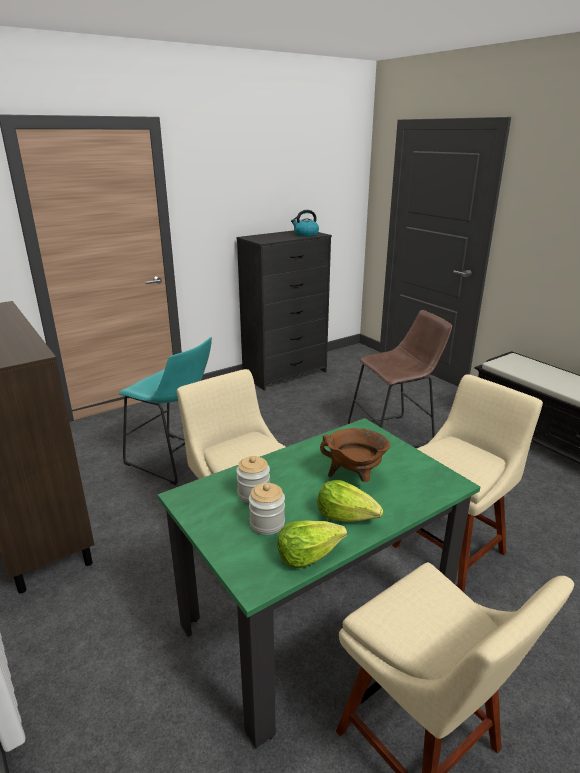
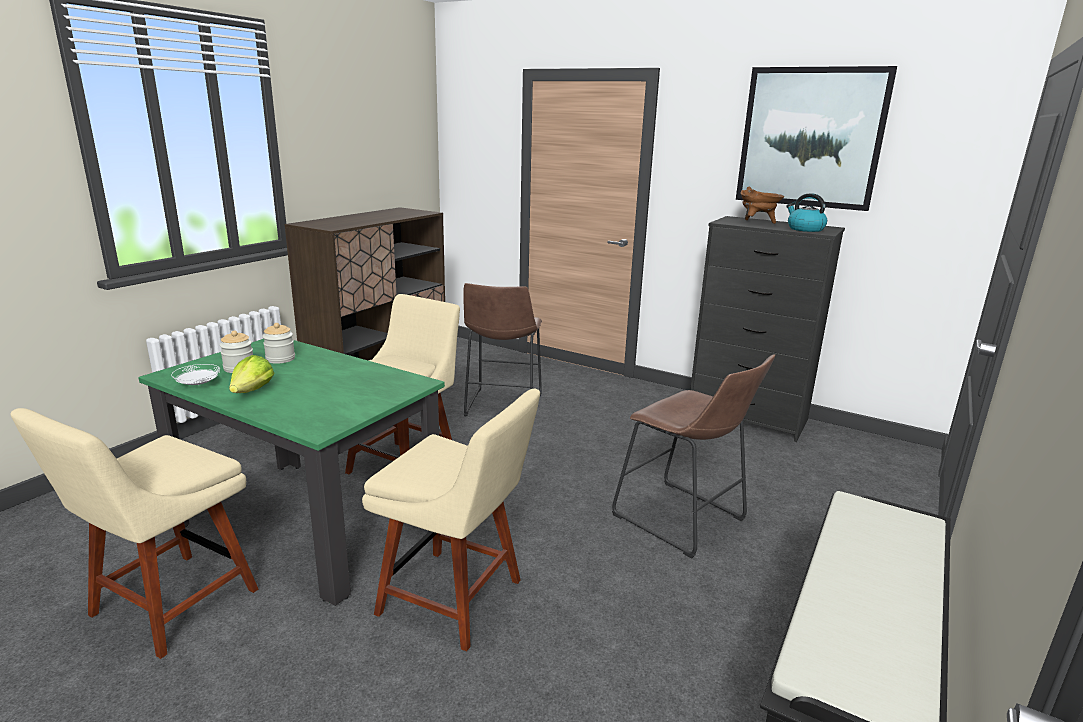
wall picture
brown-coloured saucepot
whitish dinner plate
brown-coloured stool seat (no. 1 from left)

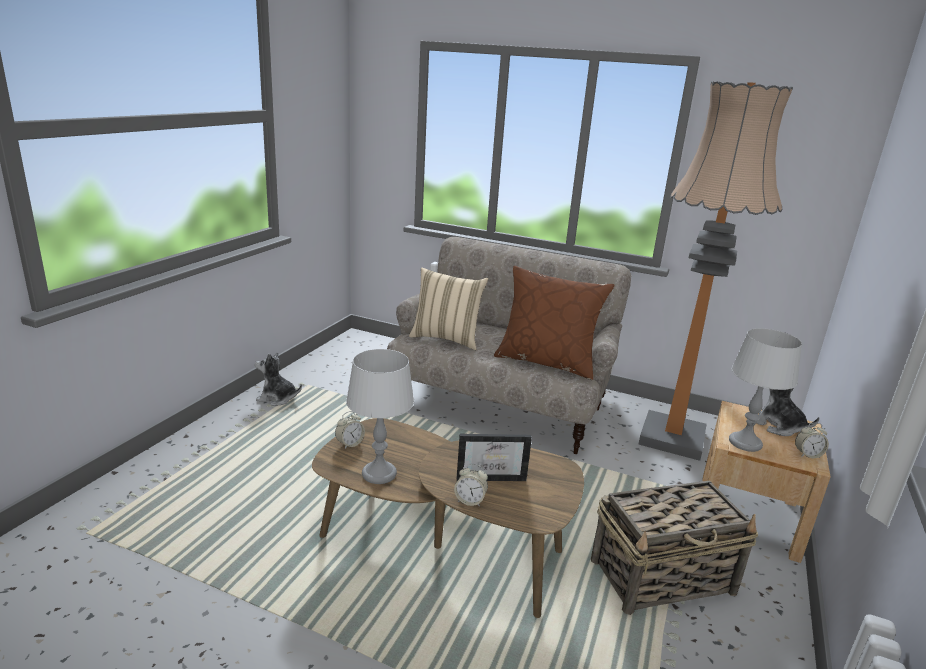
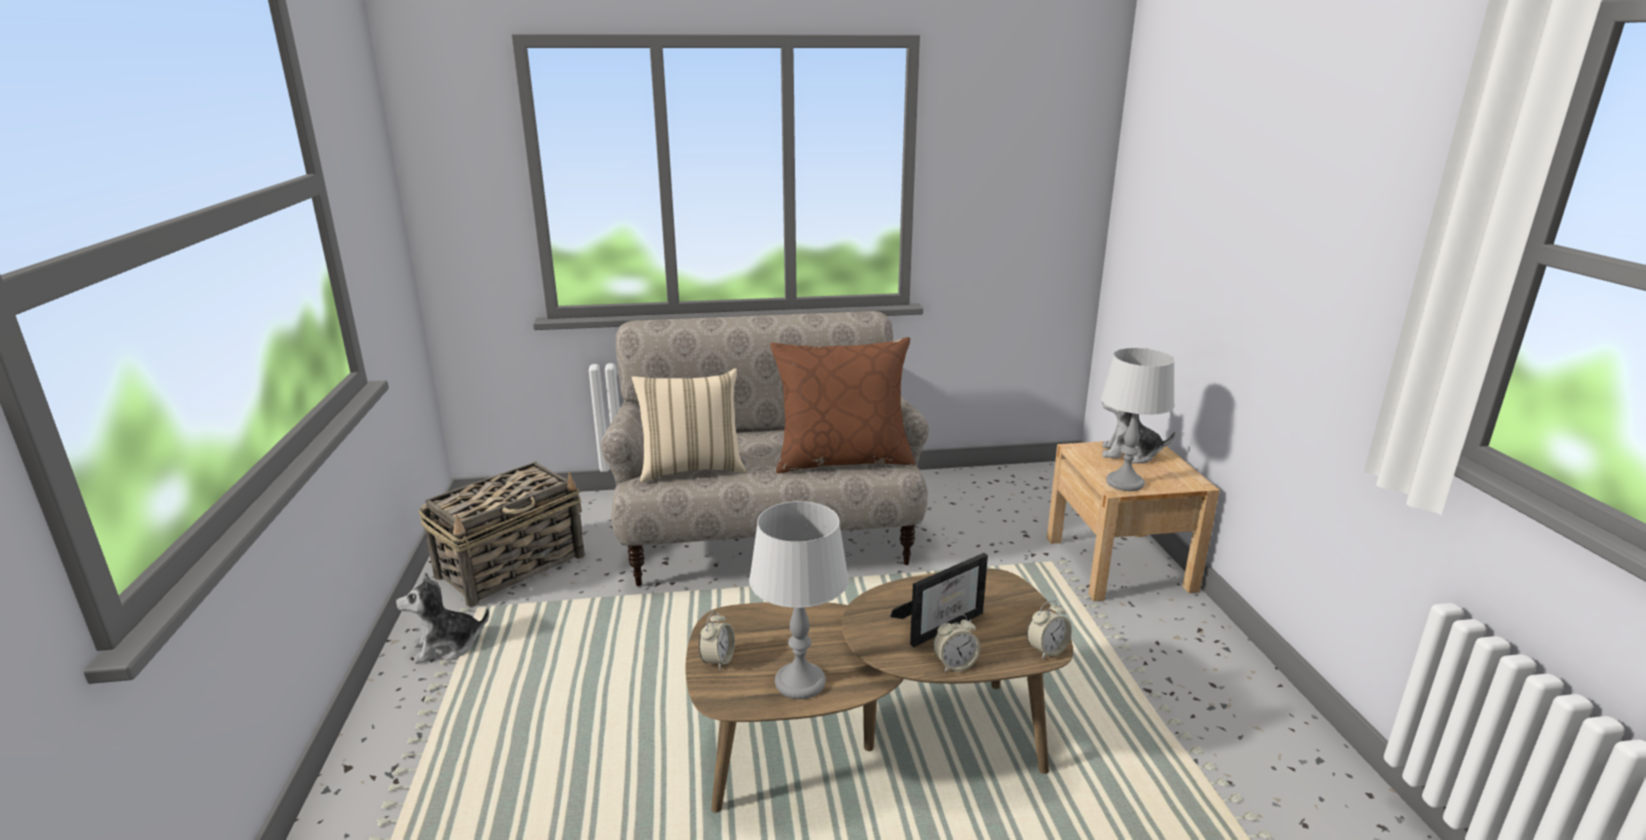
standing lamp
storage basket
bedside clock (no. 3 from left)

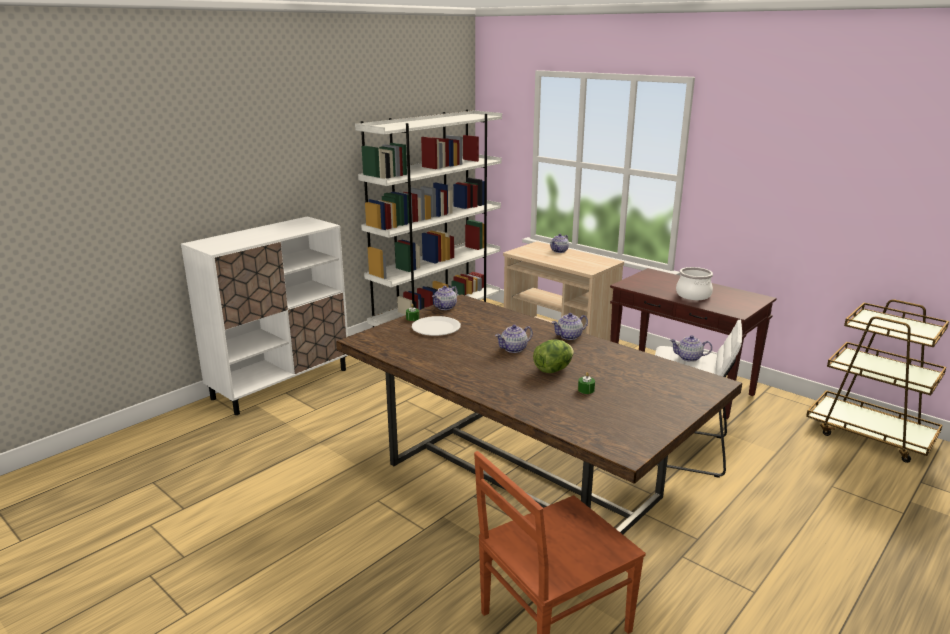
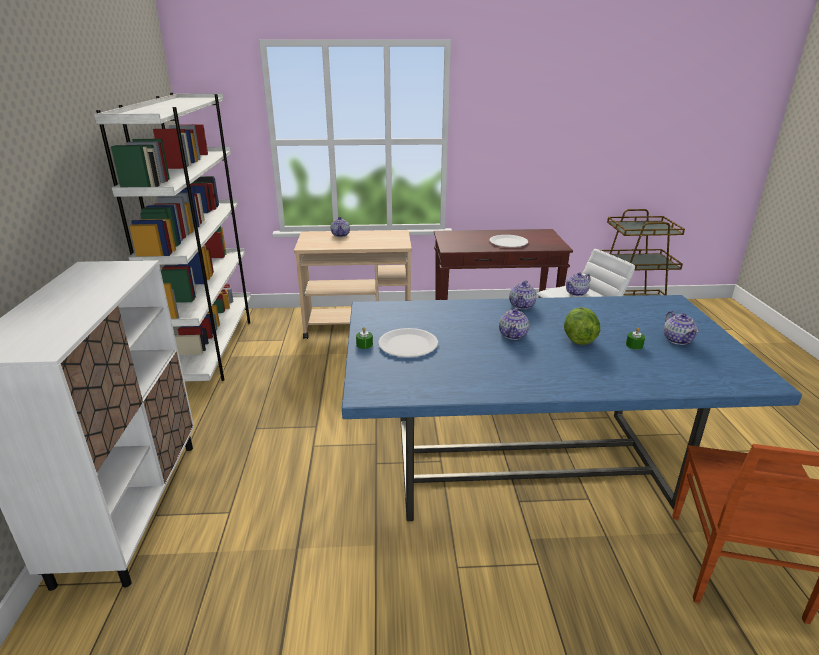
teapot (no. 5 from left)
whitish dinner plate (no. 2 from left)
blue-coloured dinner table

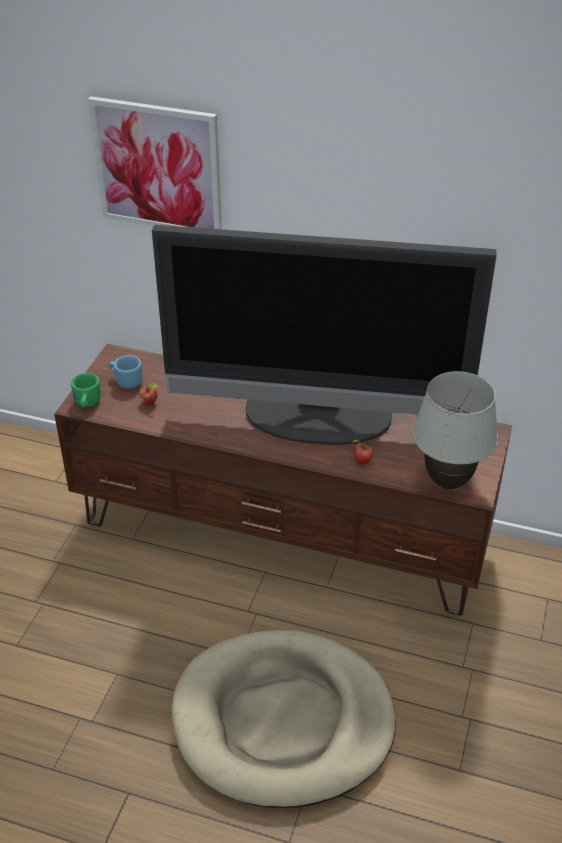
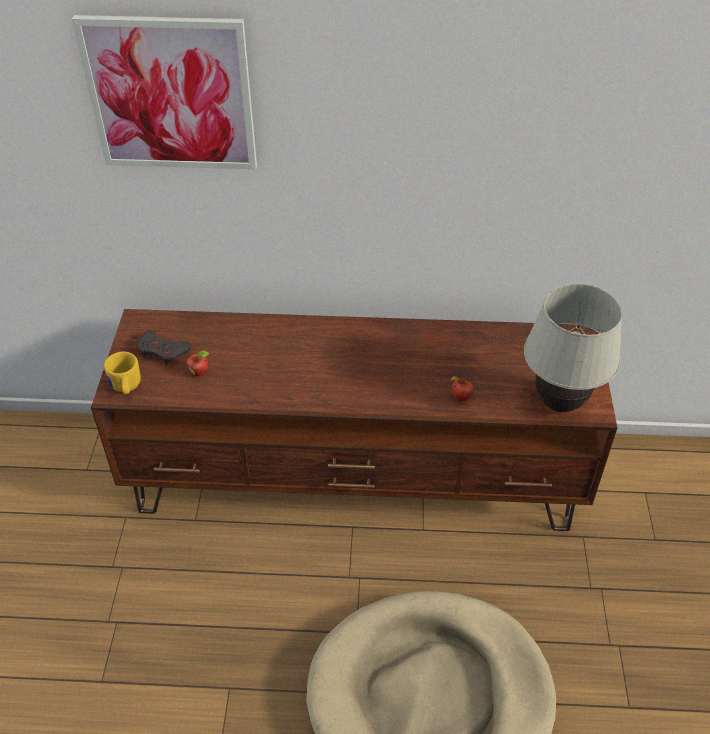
TV set
grey joypad
yellow mug

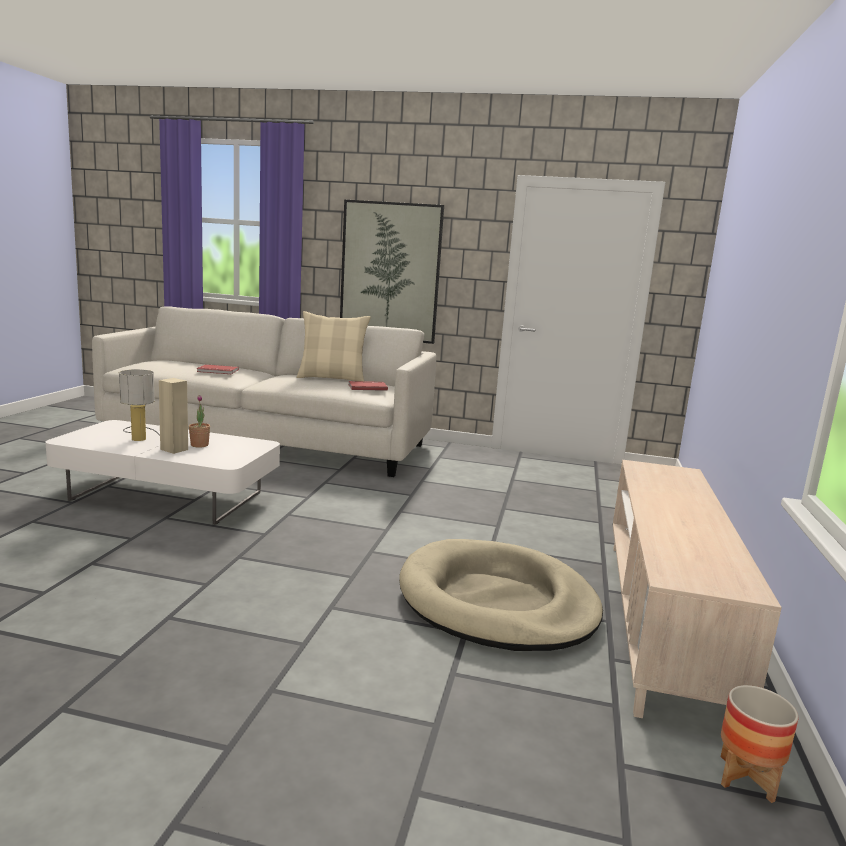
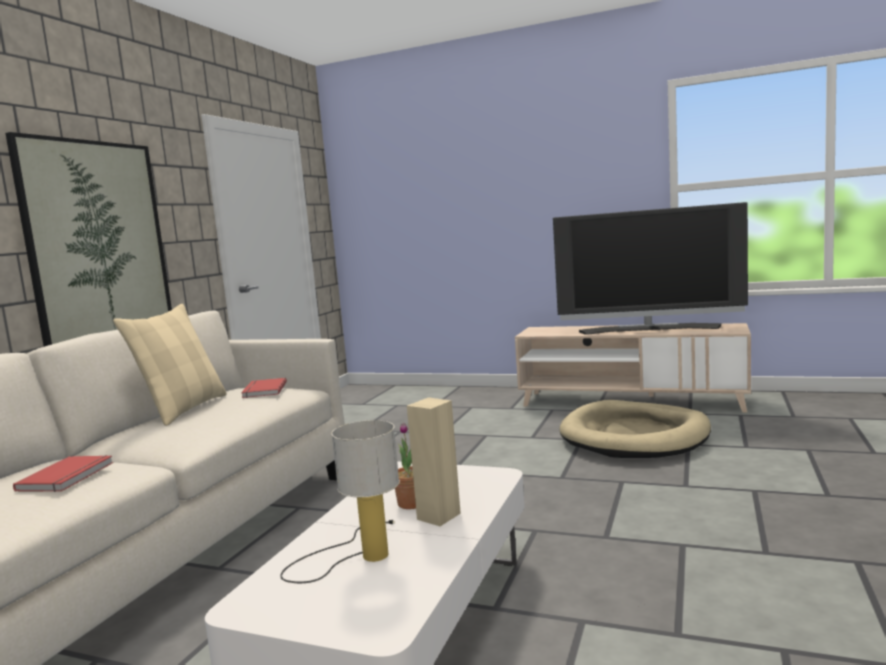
planter
TV set

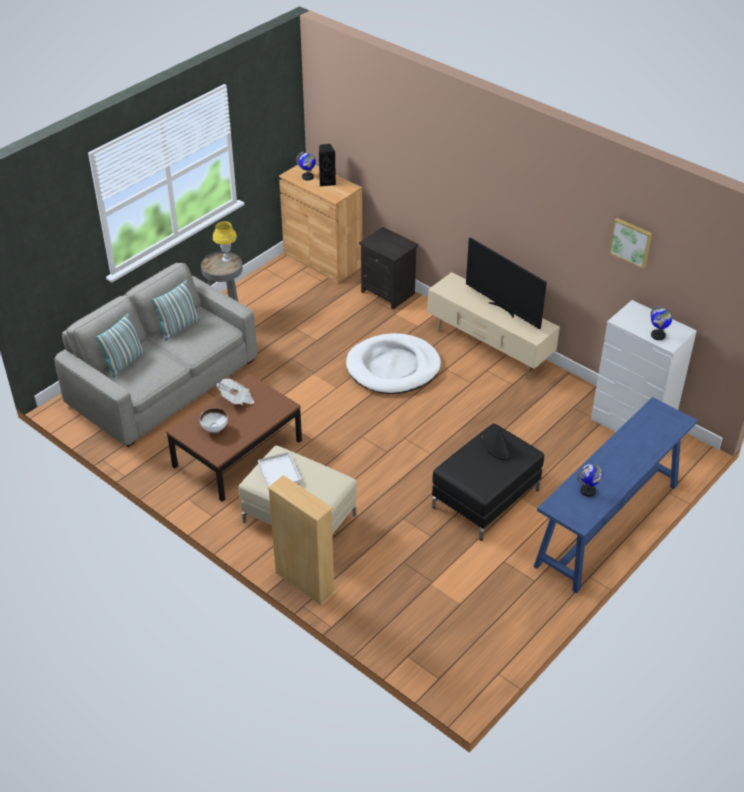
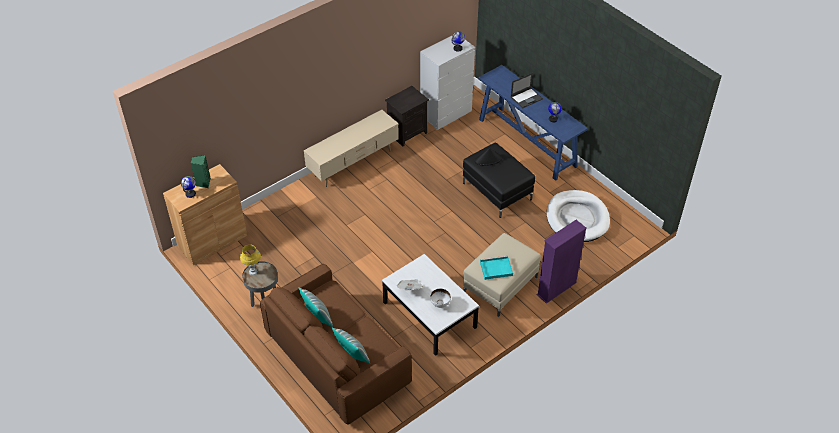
TV set
wall picture
notebook computer
whitish dog cushion
black night table
brown-coloured sofa
whitish lounge table
turquoise carrying tray
purplish bookcase
green speaker

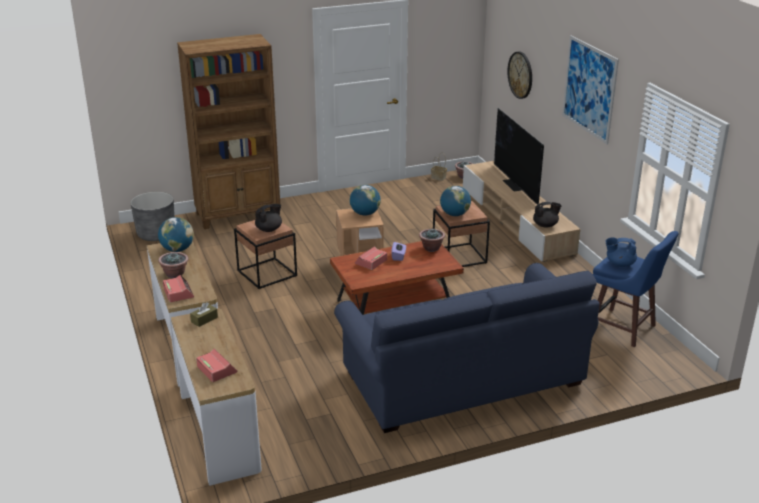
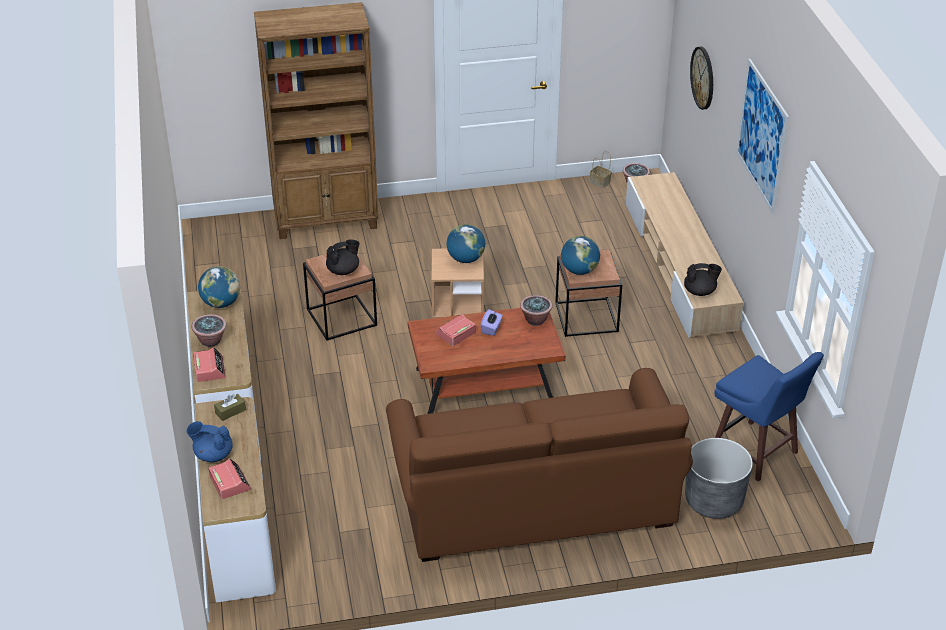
TV set
grey planter
blue-coloured teapot
brown-coloured sofa

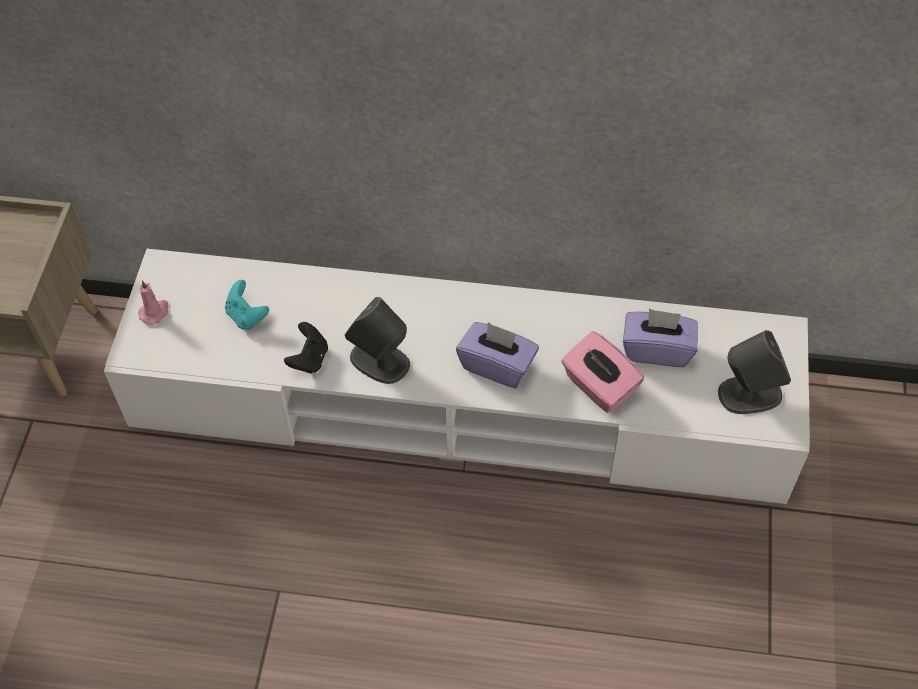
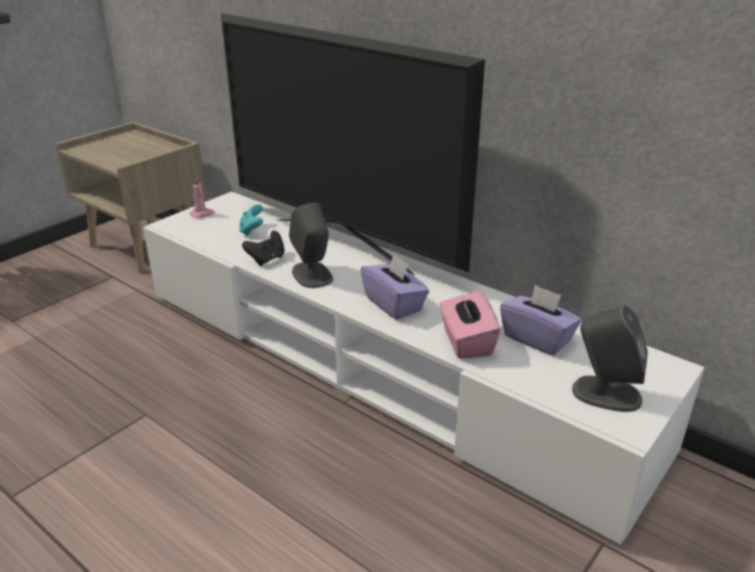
TV set

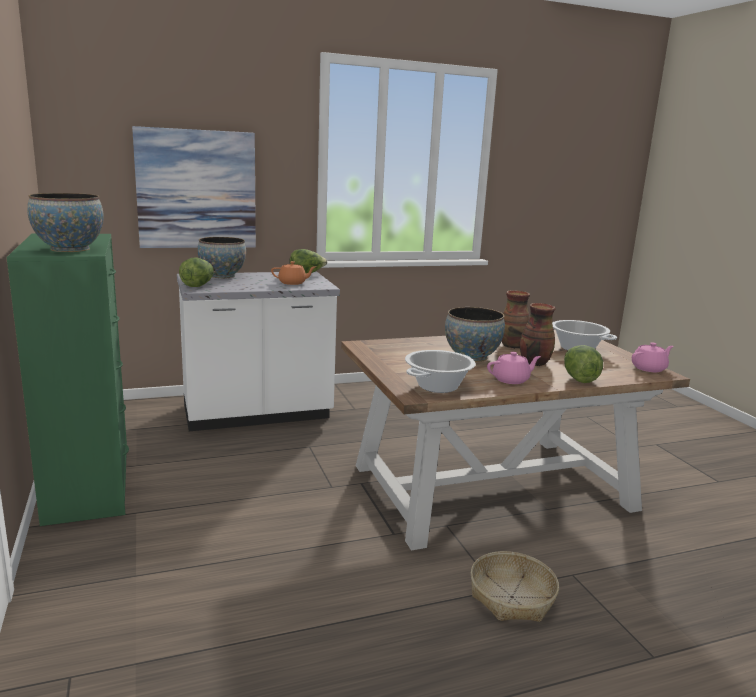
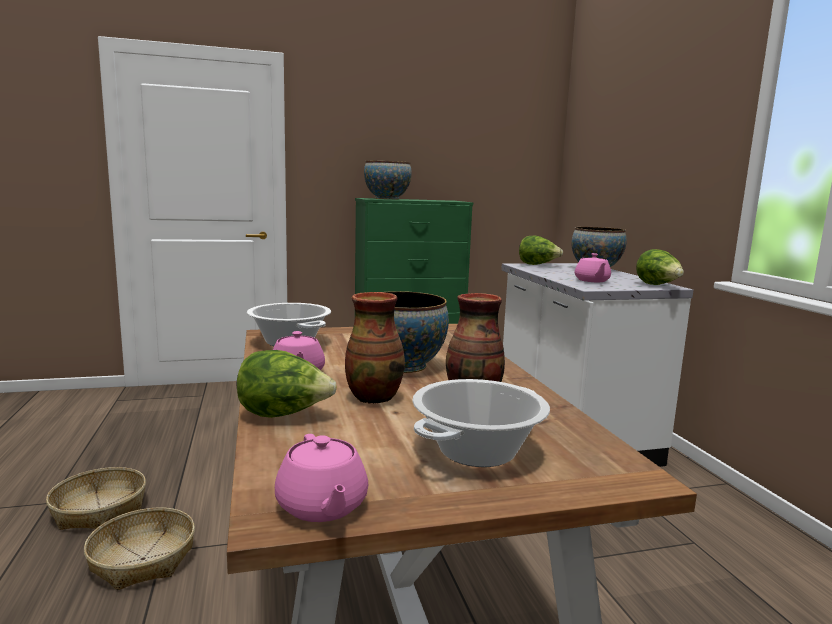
wall picture
storage basket (no. 1 from left)
pink-coloured teapot (no. 3 from left)

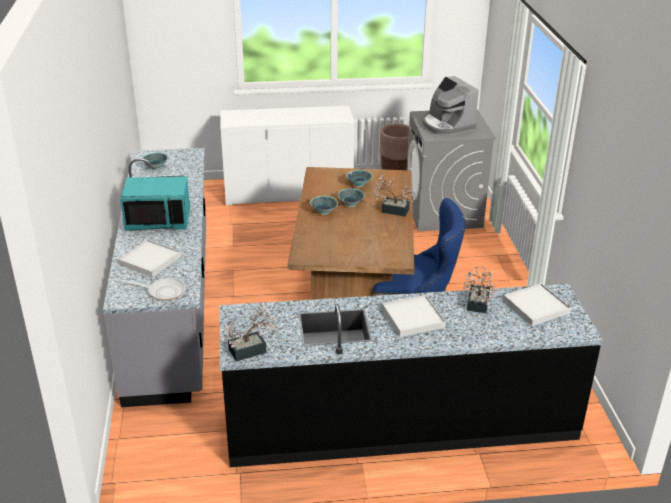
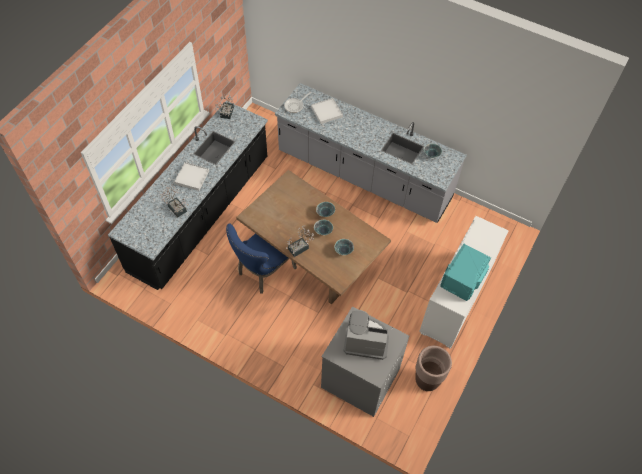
whitish carrying tray (no. 3 from left in the first image)
turquoise microwave

